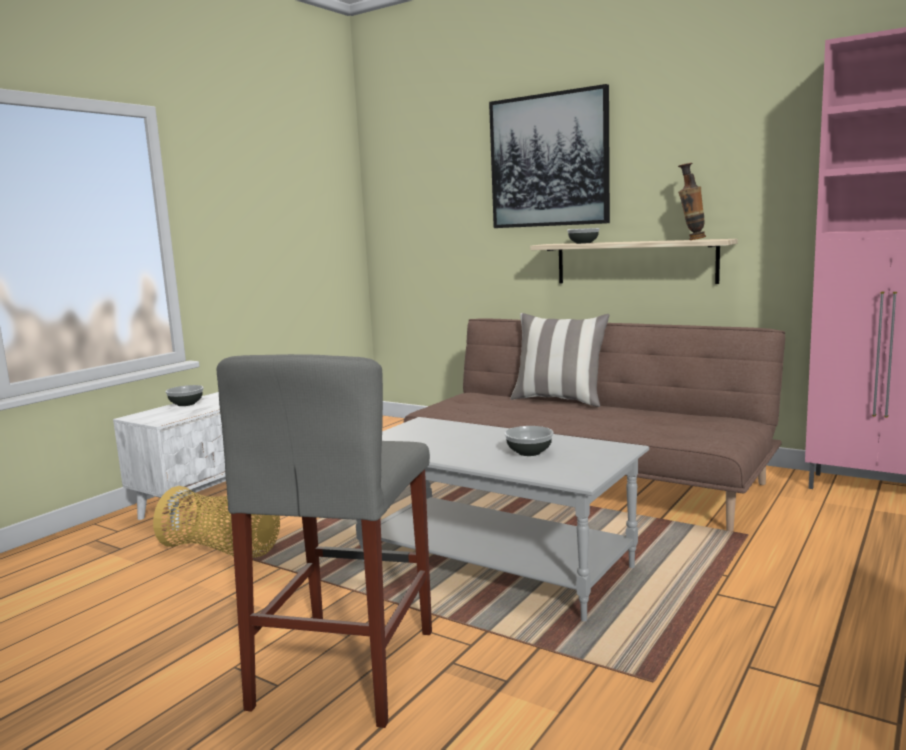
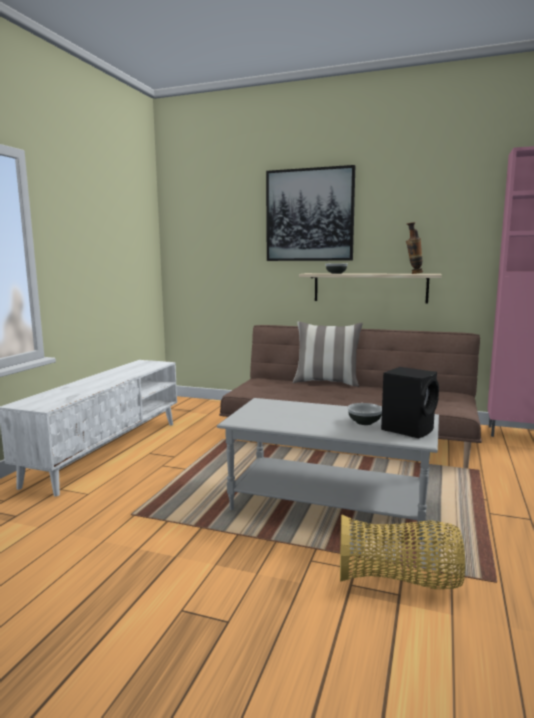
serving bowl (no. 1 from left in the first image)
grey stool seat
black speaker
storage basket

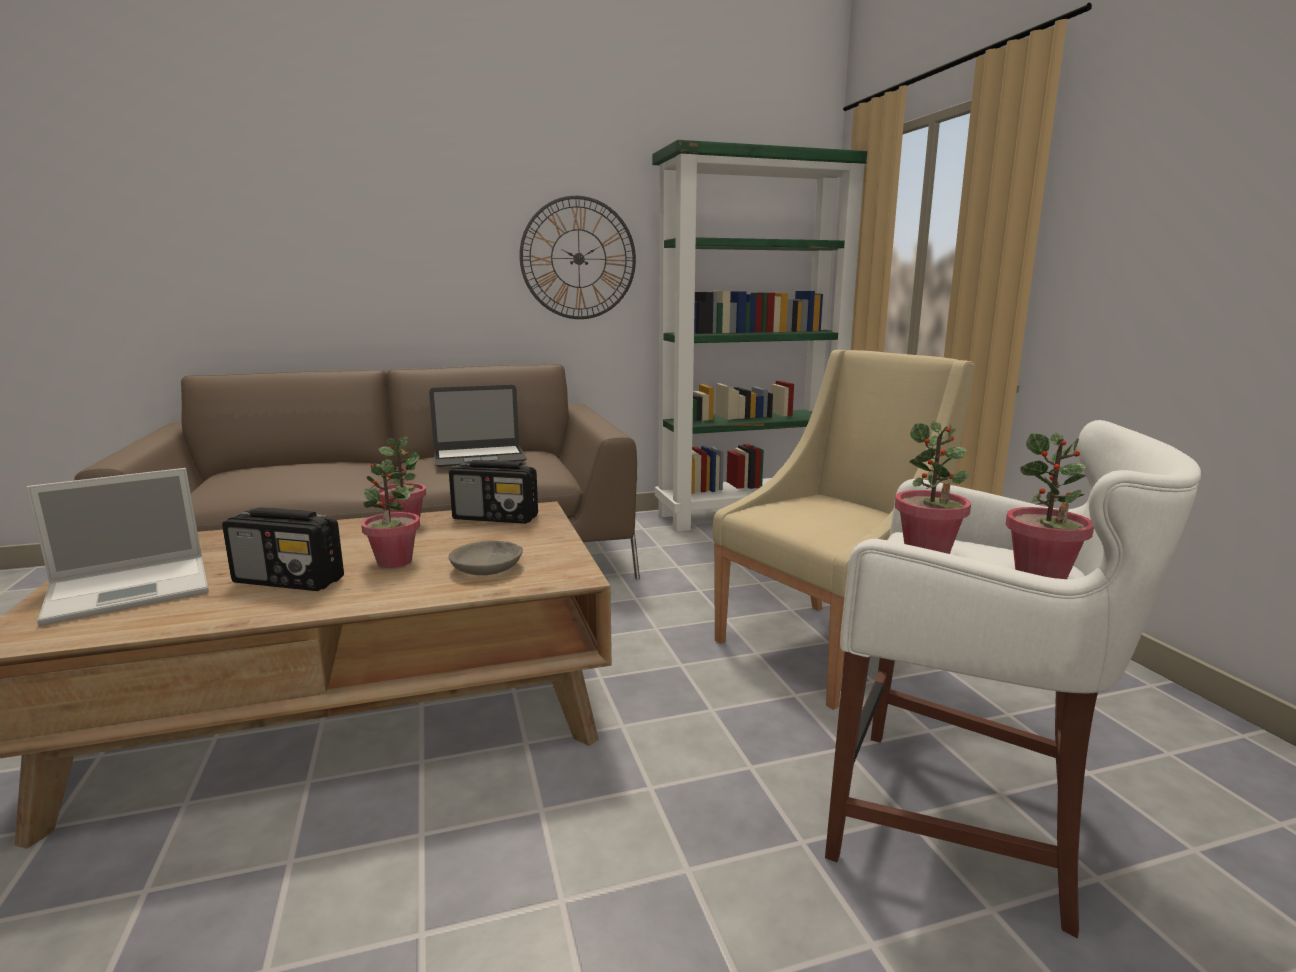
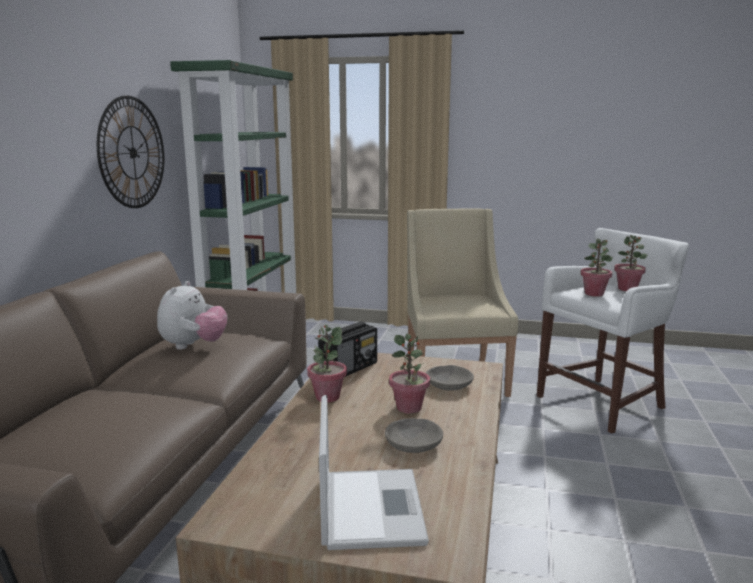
grey serving bowl (no. 1 from left)
cuddly toy

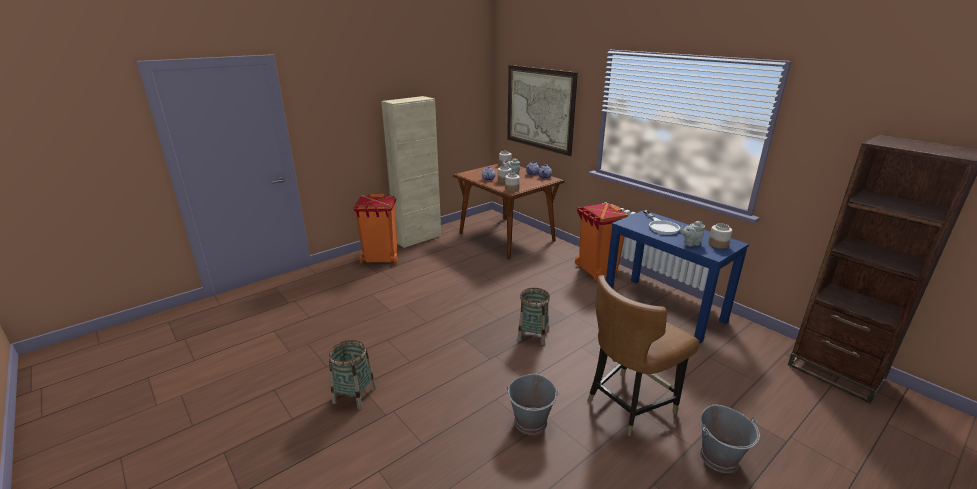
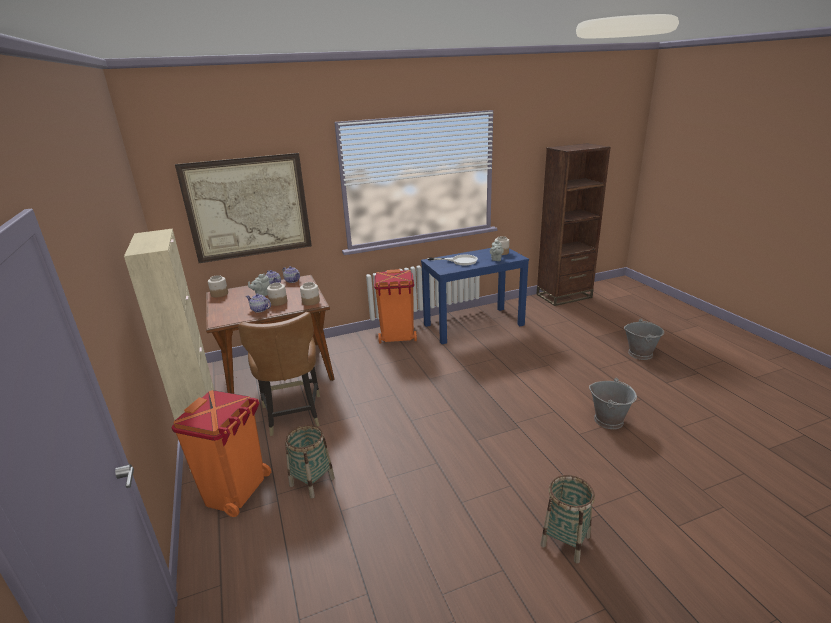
storage basket (no. 1 from left)
brown-coloured chair

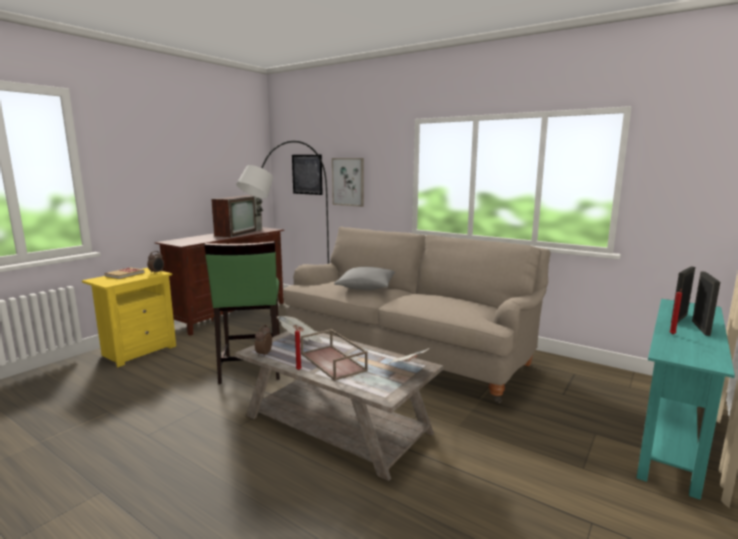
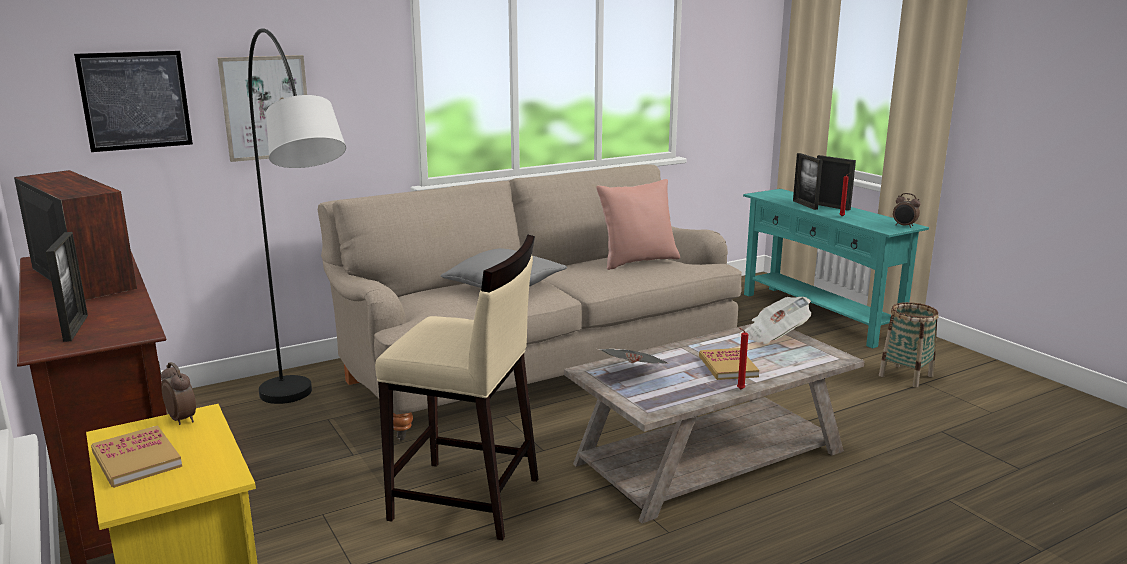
photo frame (no. 1 from left)
pink-coloured cushion
storage basket
bedside clock (no. 2 from left)
bound book (no. 2 from left)
beige stool seat

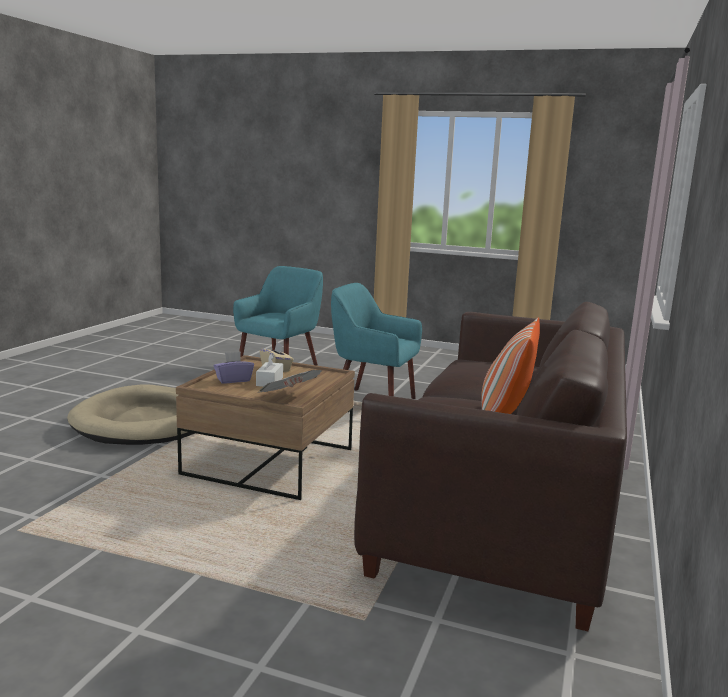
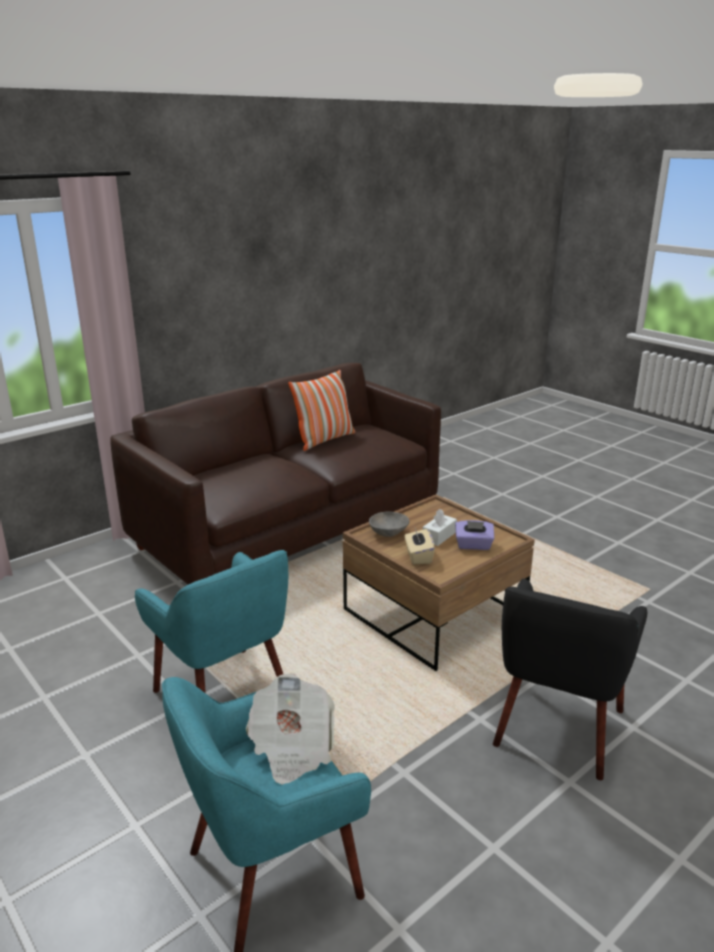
grey serving bowl
printed paper
black armchair

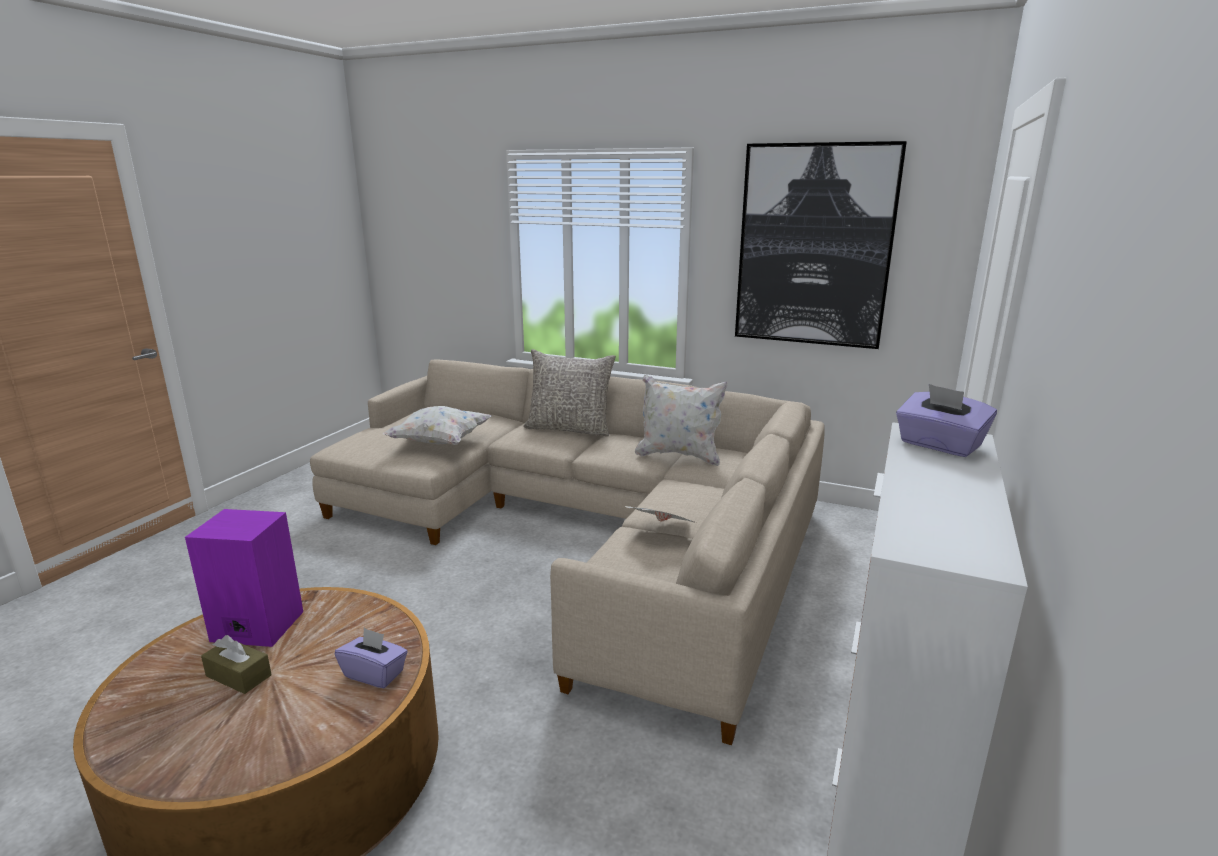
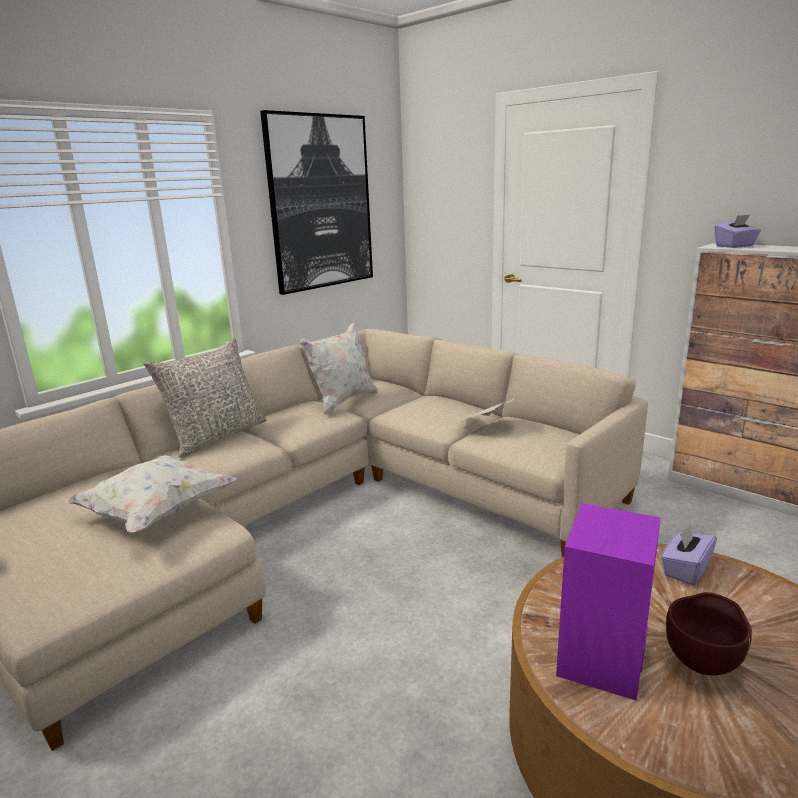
brown-coloured serving bowl

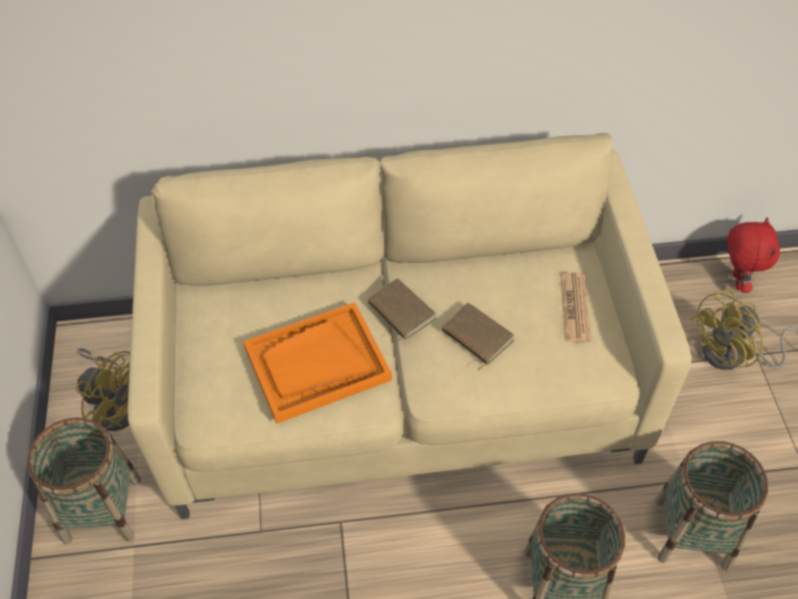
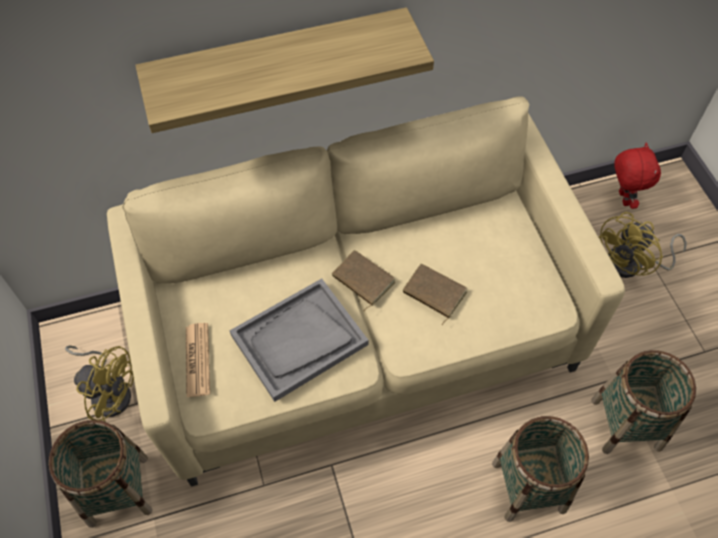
shelf
printed paper
grey carrying tray

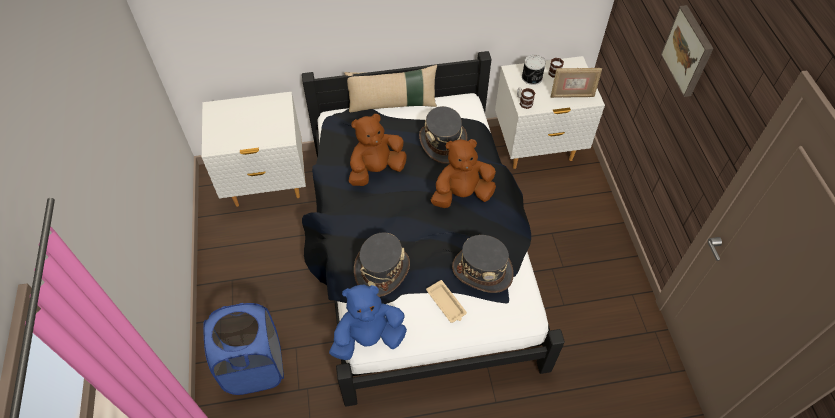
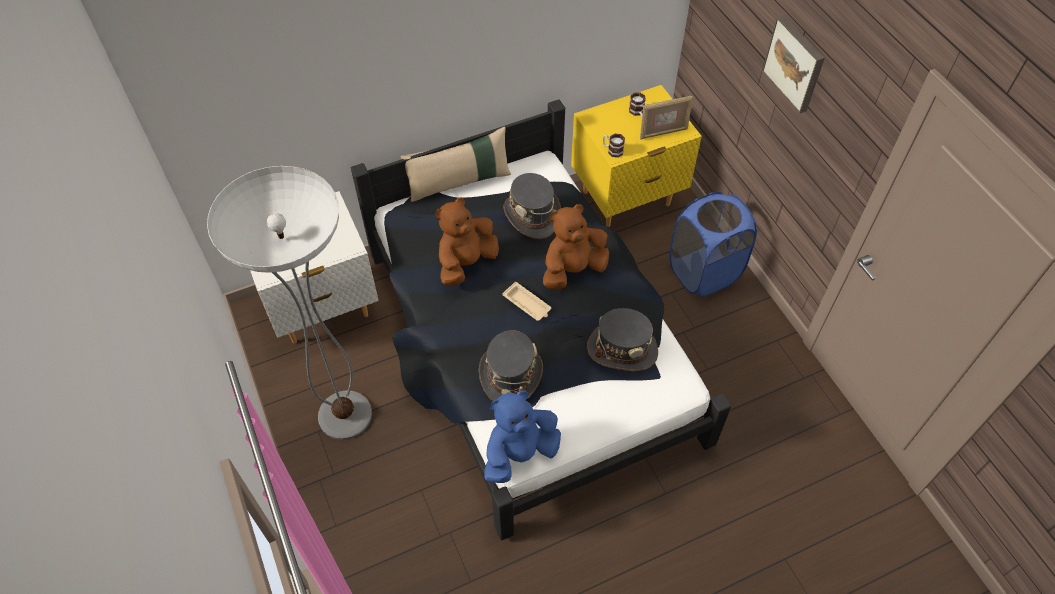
metal can
standing lamp
blue-coloured washing basket
beige carrying tray
yellow night table

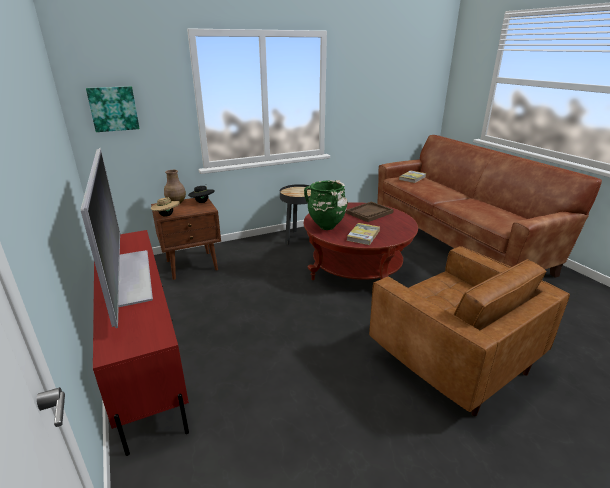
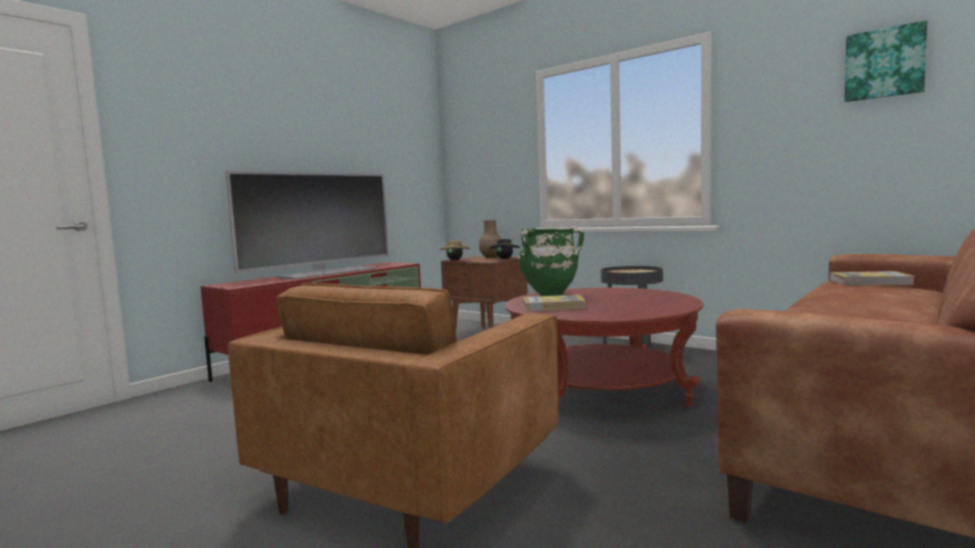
brown-coloured carrying tray
wall picture

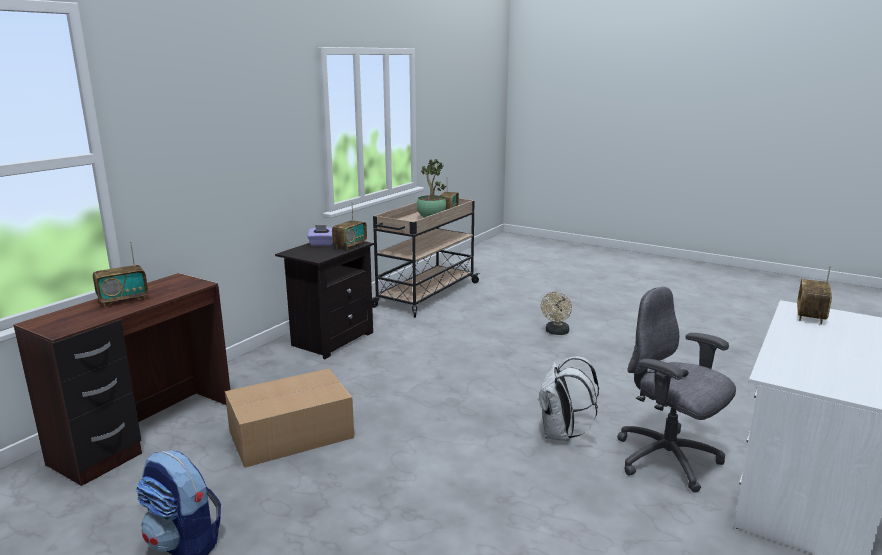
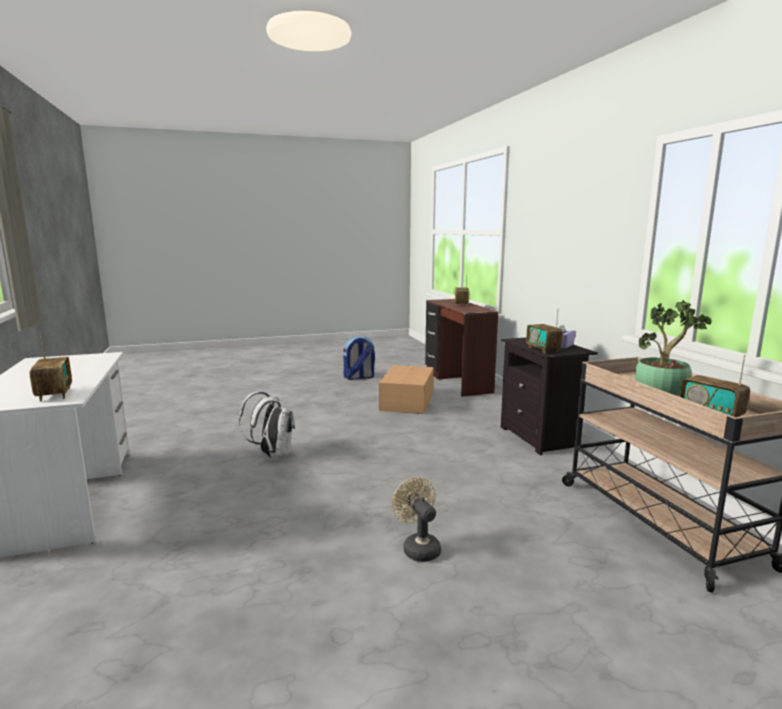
grey office chair

